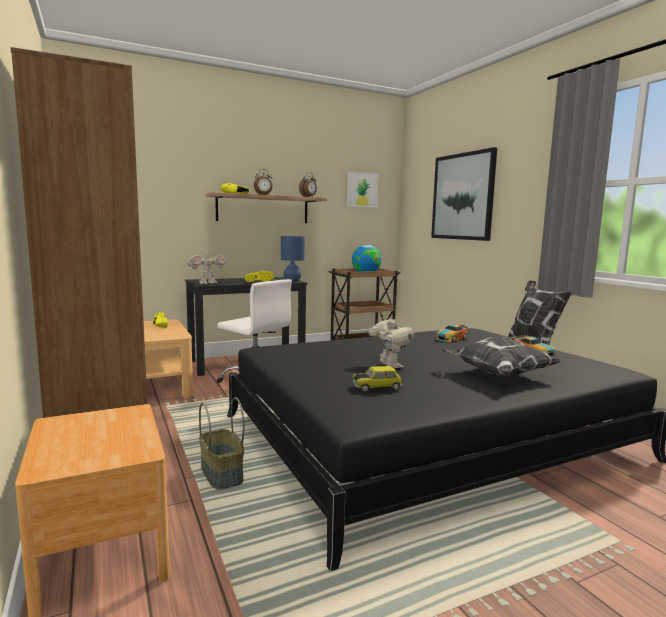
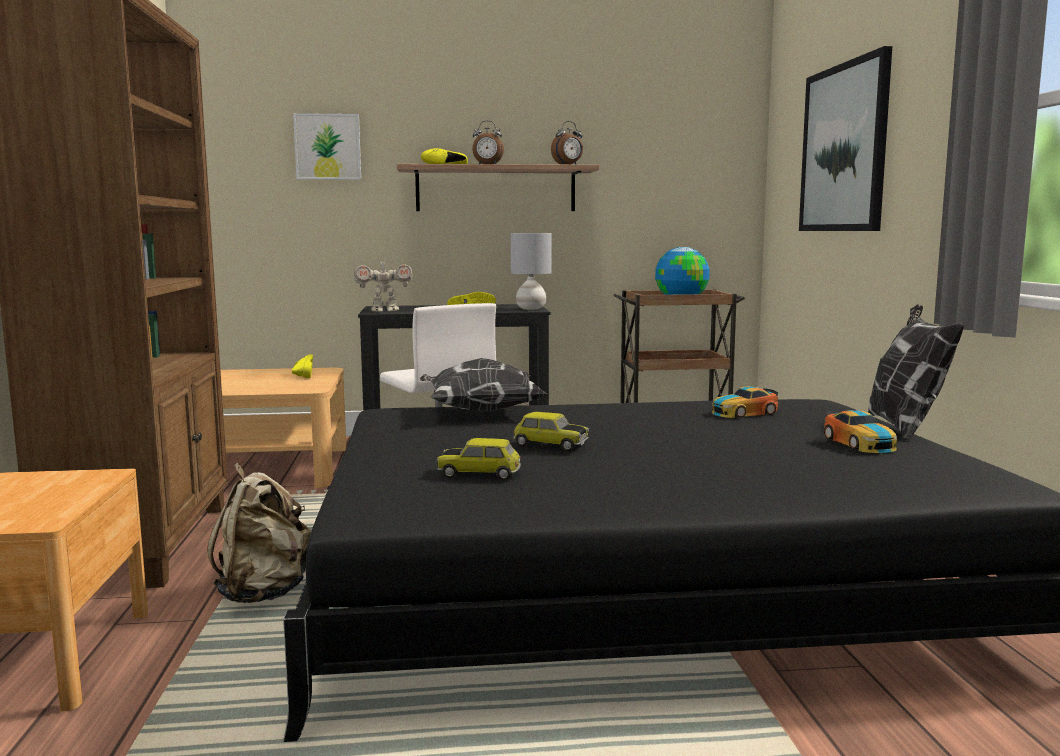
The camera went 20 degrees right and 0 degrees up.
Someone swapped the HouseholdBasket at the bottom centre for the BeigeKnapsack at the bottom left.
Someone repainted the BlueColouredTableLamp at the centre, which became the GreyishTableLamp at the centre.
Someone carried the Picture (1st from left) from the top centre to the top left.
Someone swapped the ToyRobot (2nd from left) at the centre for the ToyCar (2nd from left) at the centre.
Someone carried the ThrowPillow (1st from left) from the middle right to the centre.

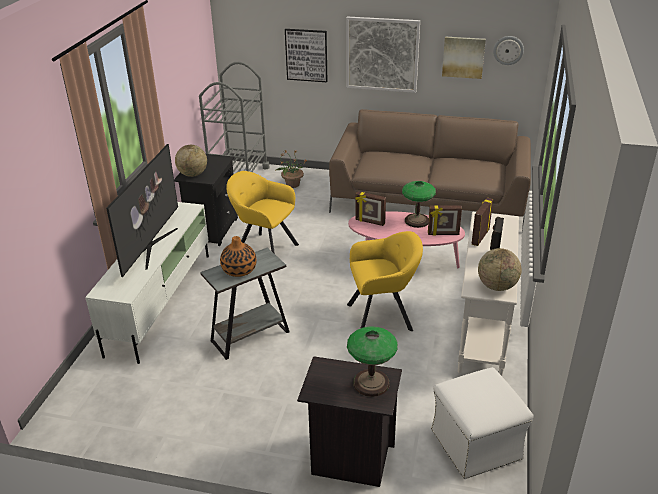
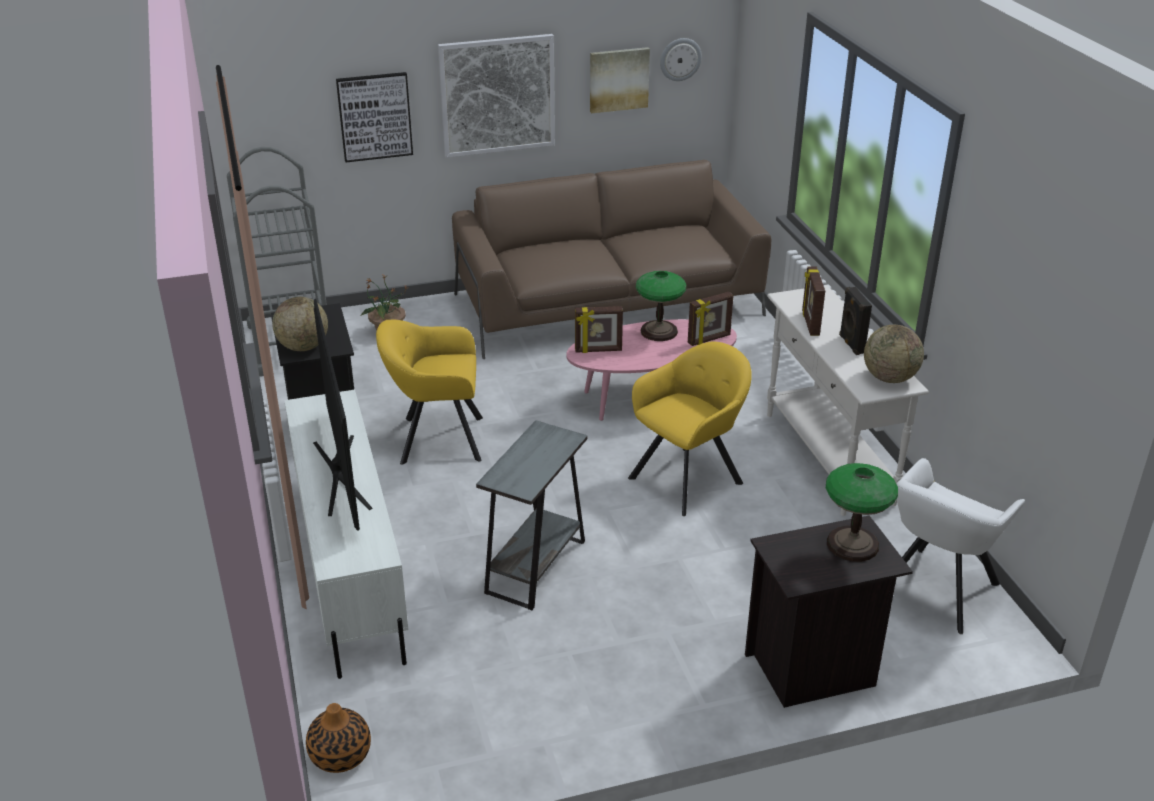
The camera went 30 degrees left and 0 degrees up.
Someone carried the DecorativeVase from the centre to the bottom left.
Someone swapped the WhiteFootrest at the bottom right for the WhiteArmchair at the bottom right.

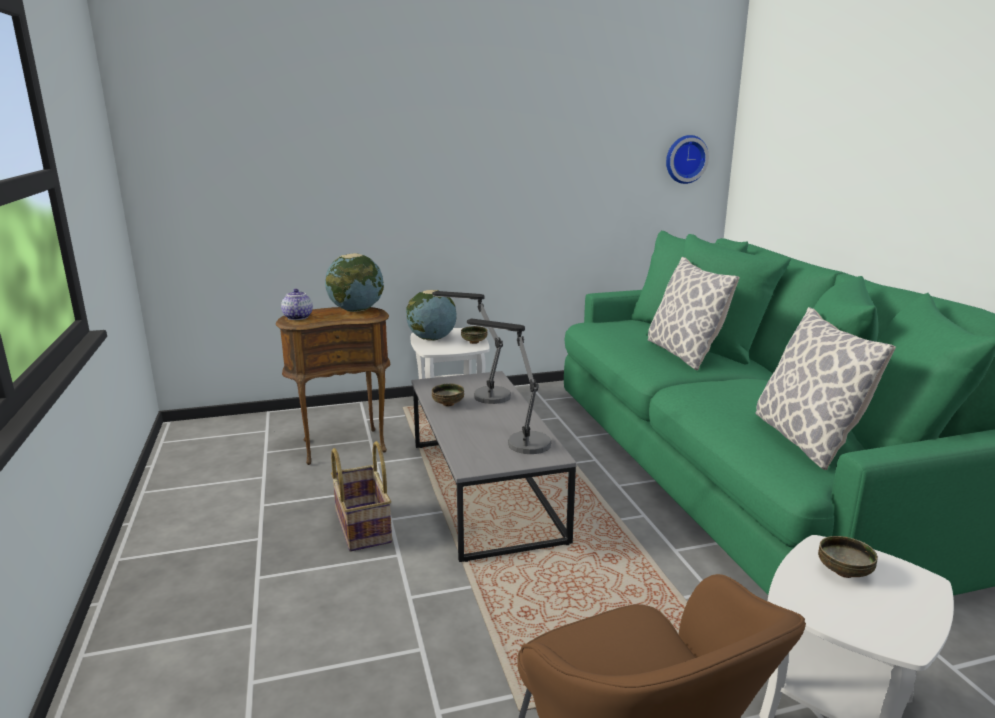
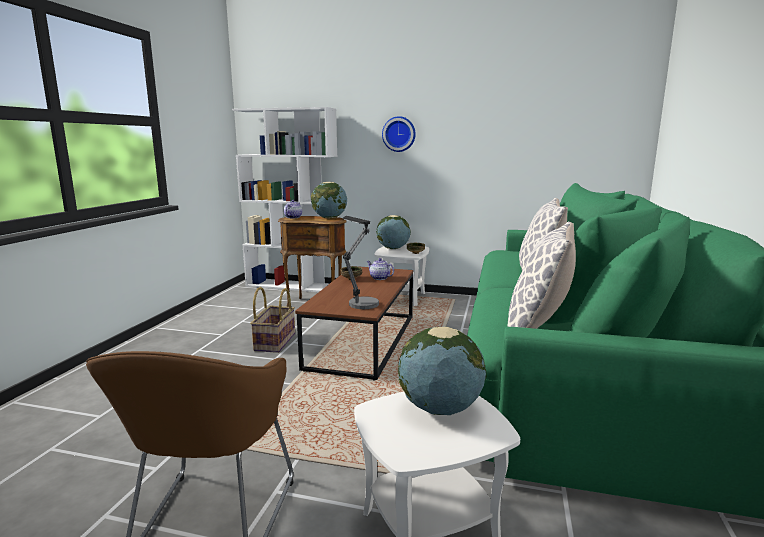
The camera went 30 degrees right and 5 degrees down.
Someone repainted the GreyishCoffeeTable at the centre, which became the BrownCoffeeTable at the centre.
Someone swapped the TableLamp (1st from left) at the centre for the TeaPot (2nd from left) at the centre.
Someone carried the HangingClock from the top right to the top centre.
Someone swapped the DeepDish (3rd from left) at the bottom right for the WorldGlobe (3rd from left) at the bottom centre.
Someone put down the WhiteShelvingUnit at the centre.

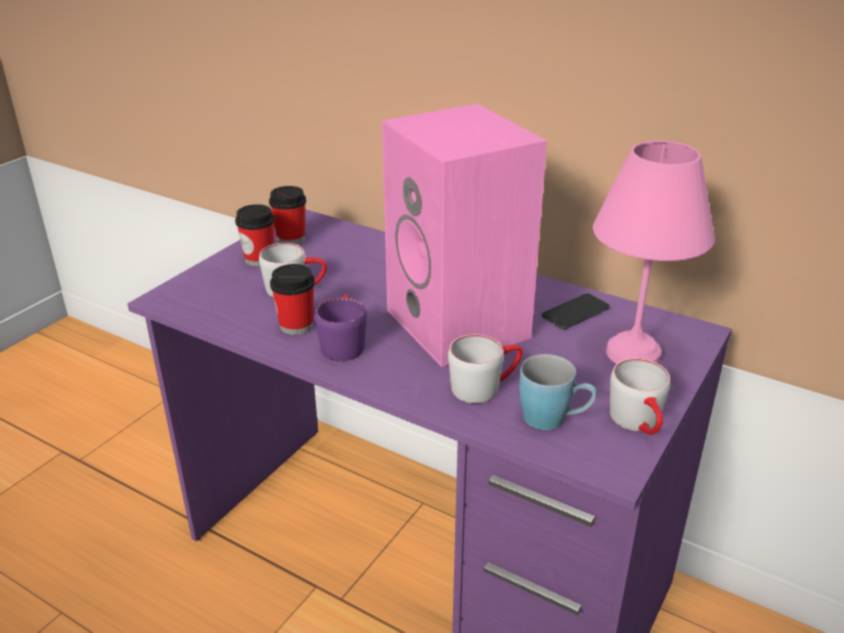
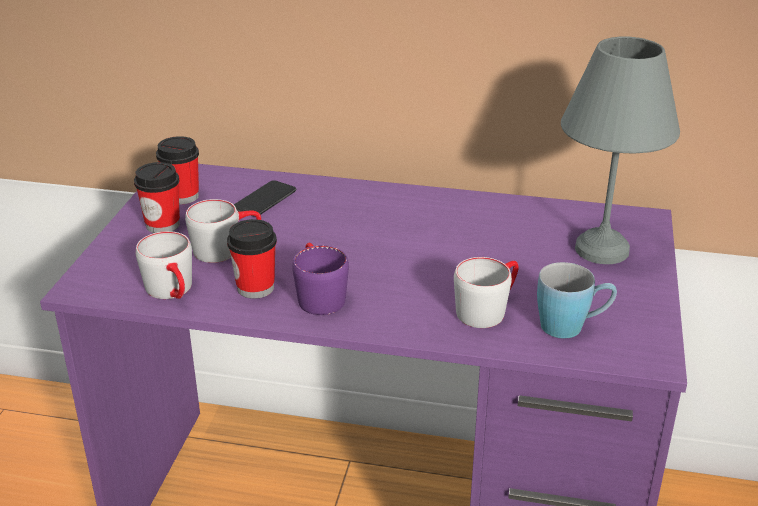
The camera went 20 degrees left and 0 degrees up.
Someone took away the PinkAudioSpeaker at the centre.
Someone carried the Phone from the middle right to the centre.
Someone repainted the PinkTableLamp at the middle right, which became the GreyishTableLamp at the top right.
Someone carried the GreyishTeaMug (3rd from left in the first image) from the middle right to the middle left.

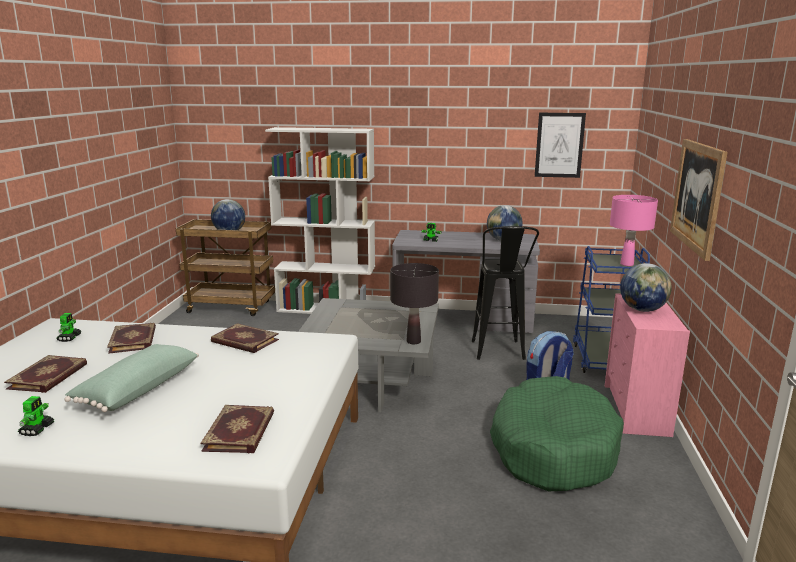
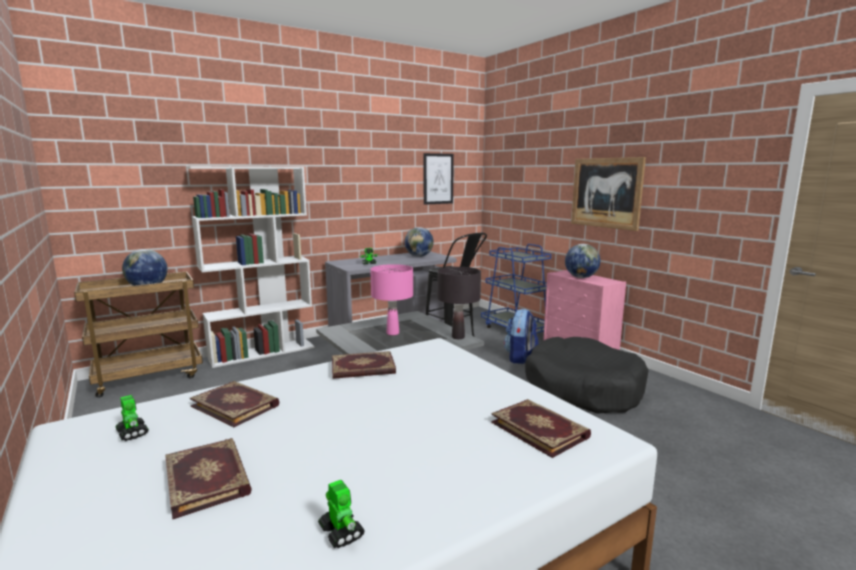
The camera went 40 degrees left and 5 degrees down.
Someone took away the GreenColouredThrowPillow at the bottom left.
Someone repainted the GreenColouredDogCushion at the bottom right, which became the BlackishDogCushion at the middle right.
Someone carried the PinkTableLamp from the middle right to the centre.

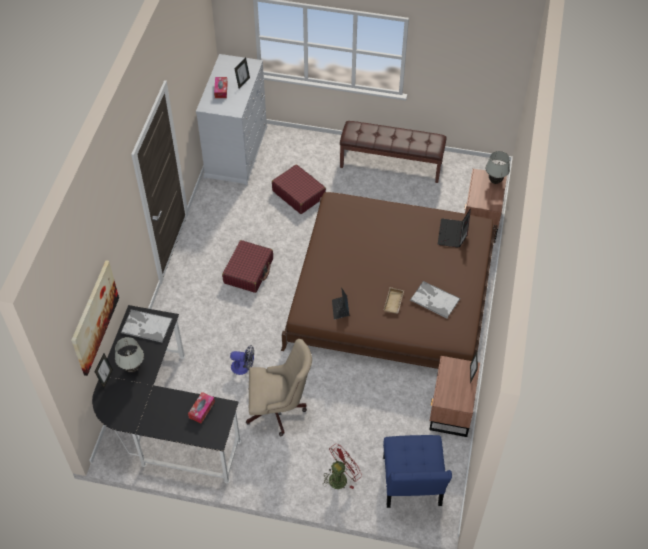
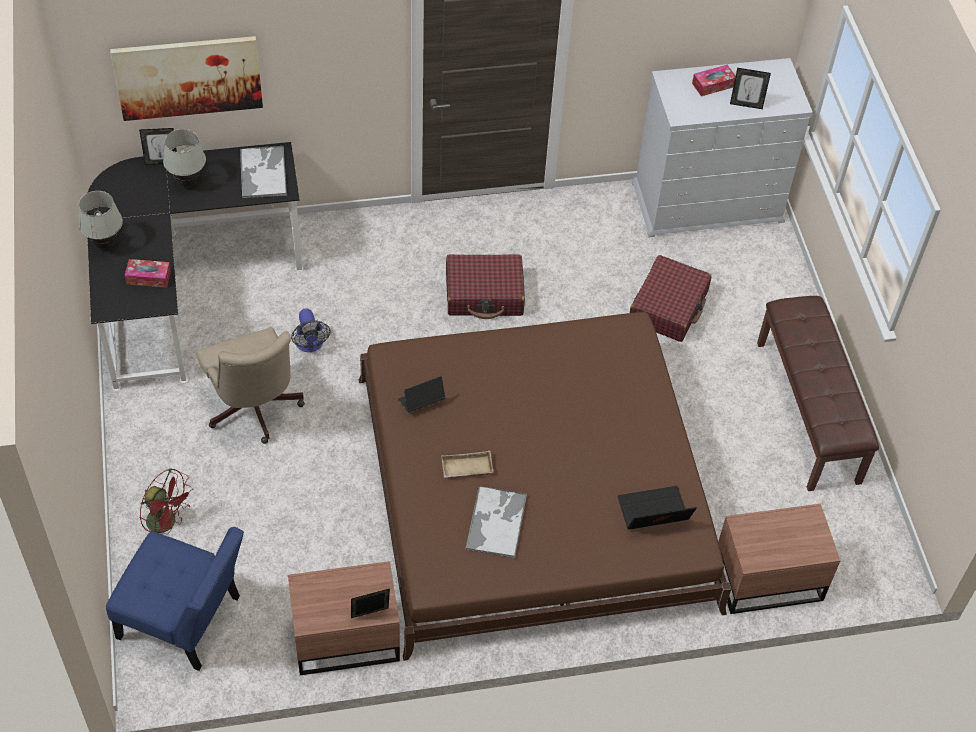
The camera went 65 degrees right and 0 degrees up.
Someone rotated the BlueColouredChair at the bottom centre by 135 degrees counterclockwise.
Someone carried the WhiteTableLamp (2nd from left in the first image) from the top right to the top left.

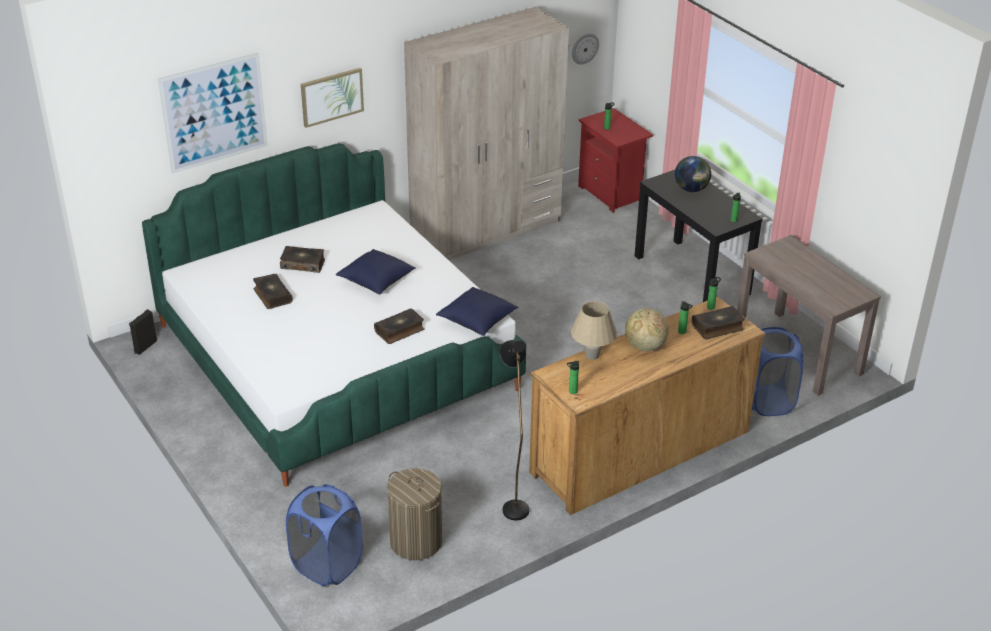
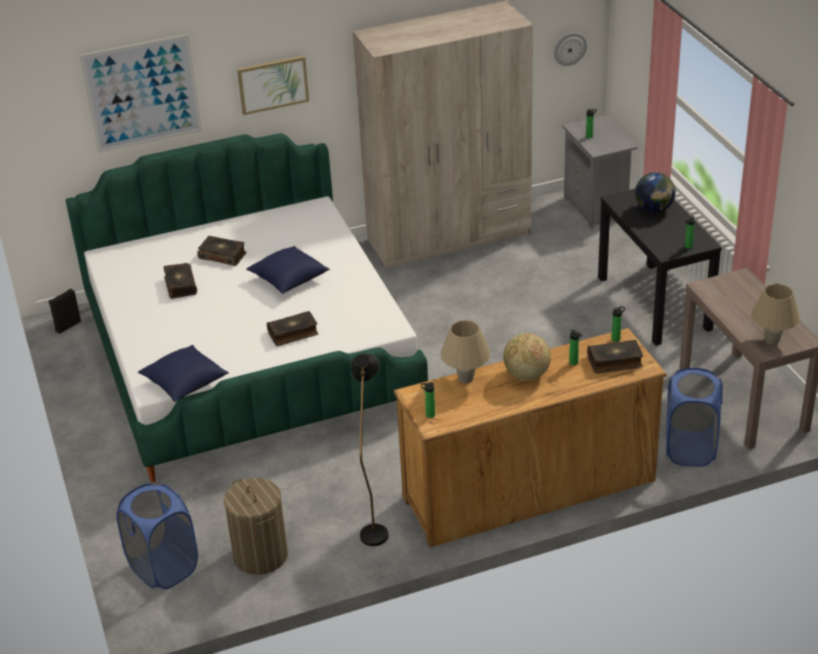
The camera went 15 degrees right and 0 degrees up.
Someone carried the BlueColouredThrowPillow (2nd from left in the first image) from the centre to the middle left.
Someone repainted the RedColouredNightstand at the top centre, which became the GreyishNightstand at the top right.
Someone put down the BeigeTableLamp (2nd from left) at the middle right.

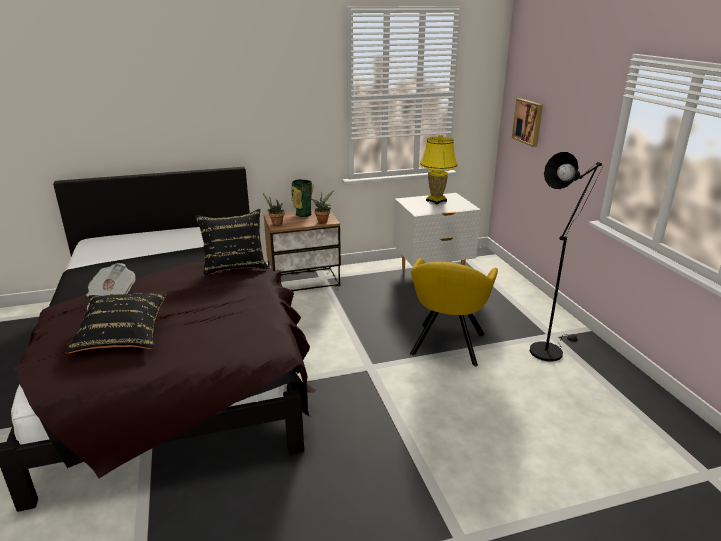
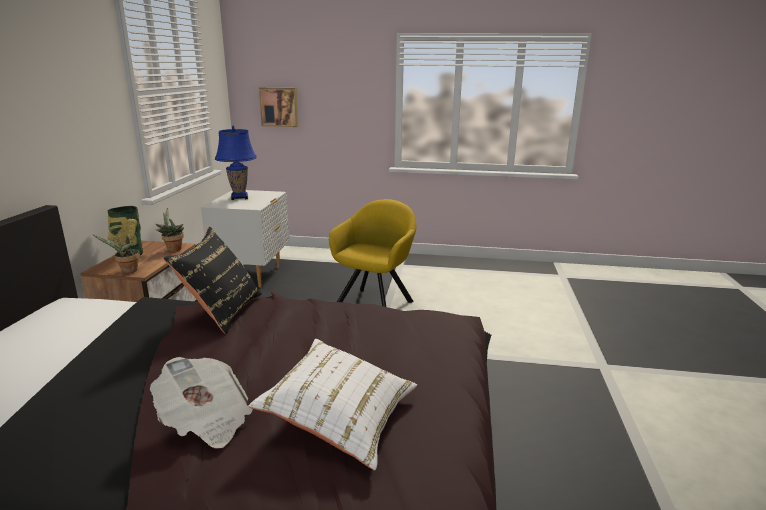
The camera went 65 degrees left and 5 degrees down.
Someone repainted the BlackishThrowPillow (1st from left) at the middle left, which became the WhiteThrowPillow at the bottom centre.
Someone rotated the YellowArmchair at the centre by 105 degrees counterclockwise.
Someone repainted the YellowTableLamp at the top centre, which became the BlueColouredTableLamp at the top left.
Someone took away the BlackishFloorLamp at the middle right.

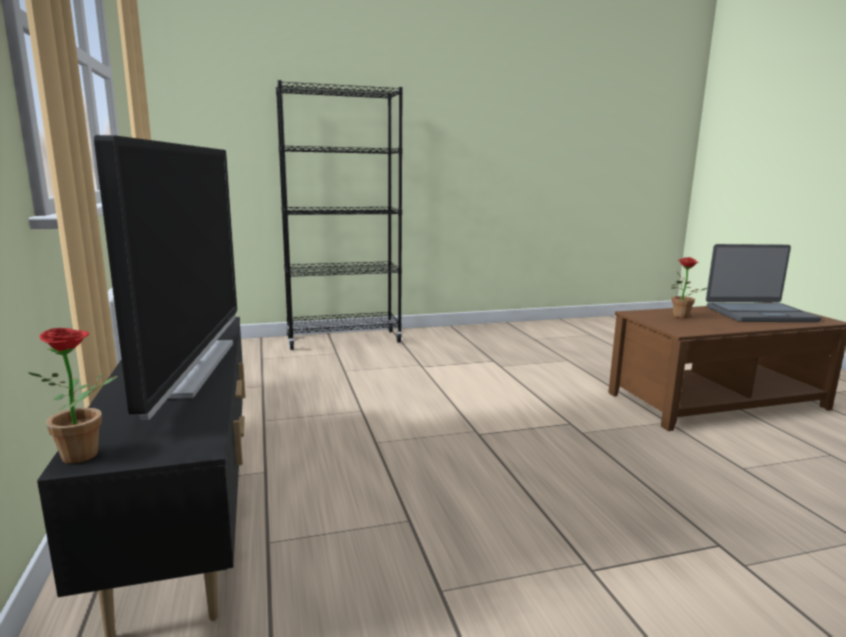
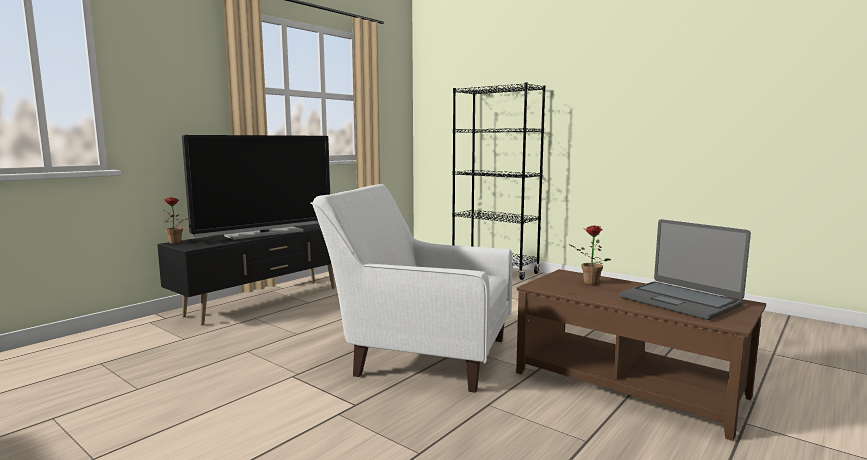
The camera went 55 degrees right and 5 degrees down.
Someone put down the WhiteArmchair at the centre.

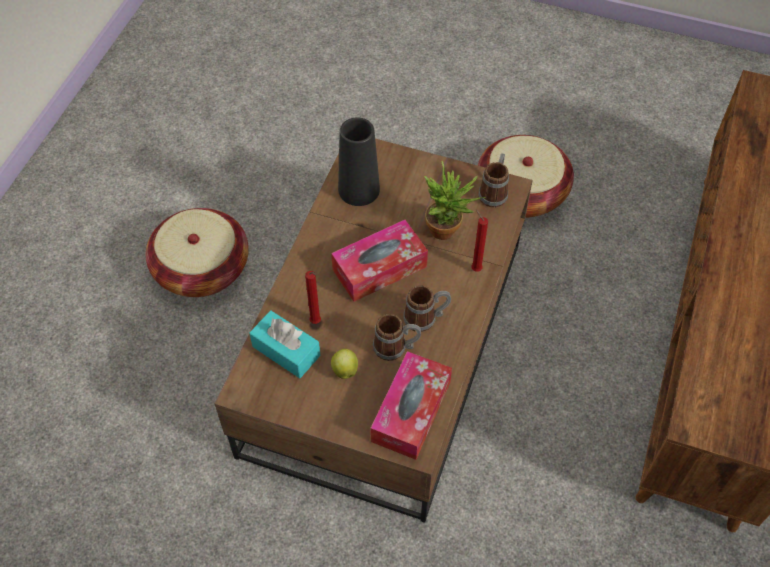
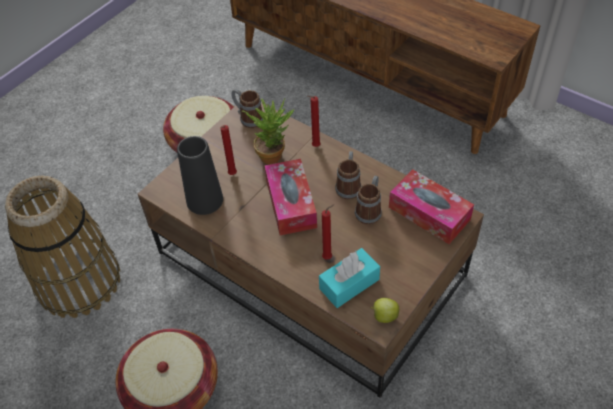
The camera went 70 degrees left and 5 degrees down.
Someone carried the WholeApple from the centre to the bottom centre.
Someone put down the HouseholdBasket (1st from left) at the middle left.
Someone put down the RedColouredWaxCandle (1st from left) at the centre.

